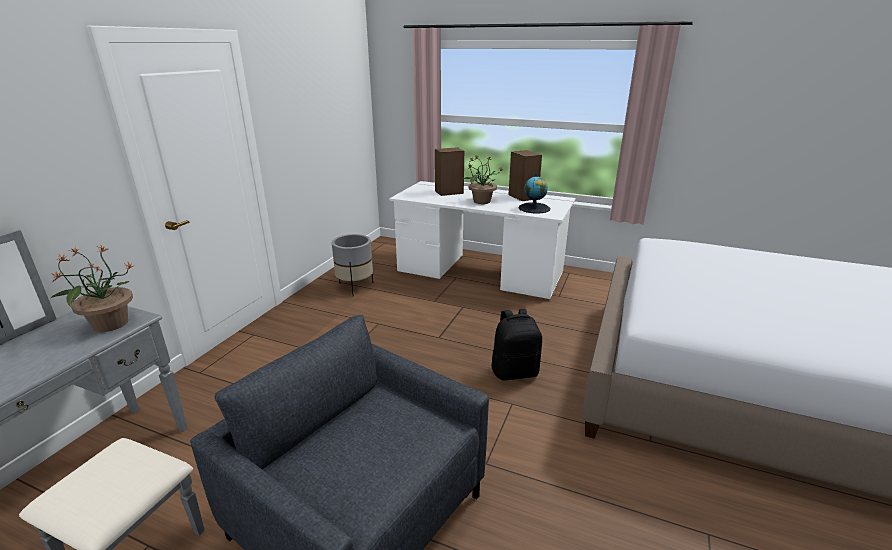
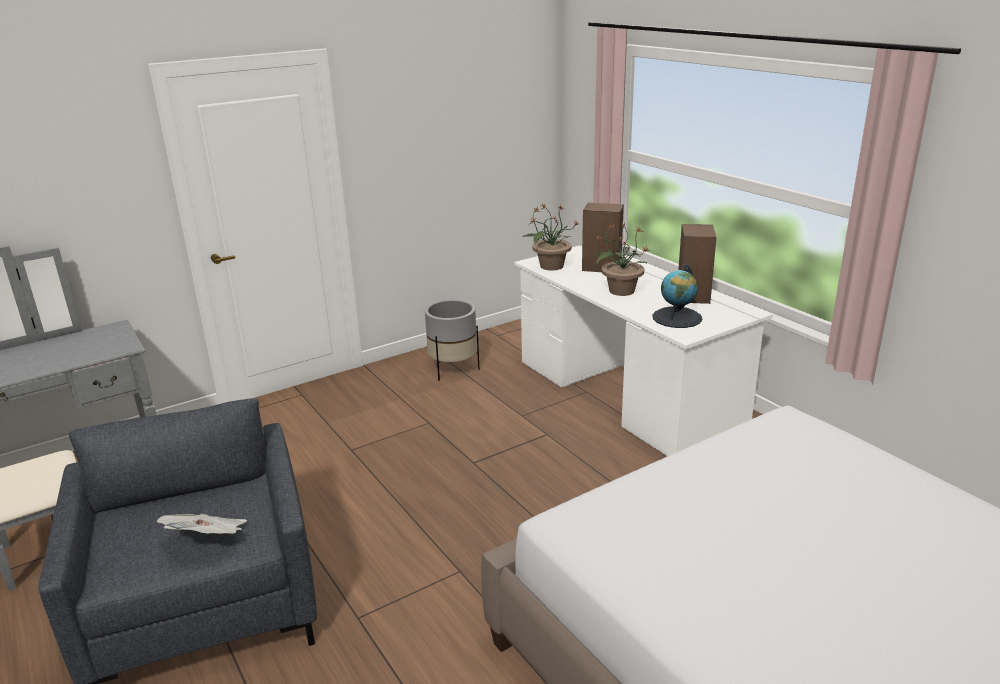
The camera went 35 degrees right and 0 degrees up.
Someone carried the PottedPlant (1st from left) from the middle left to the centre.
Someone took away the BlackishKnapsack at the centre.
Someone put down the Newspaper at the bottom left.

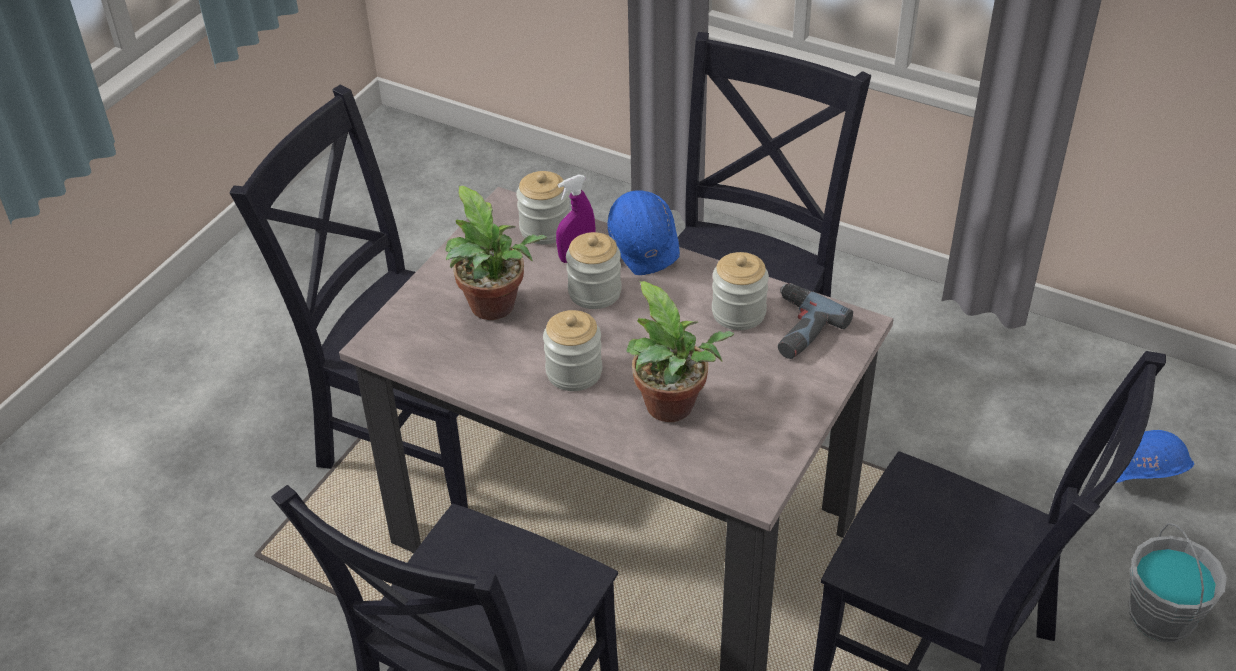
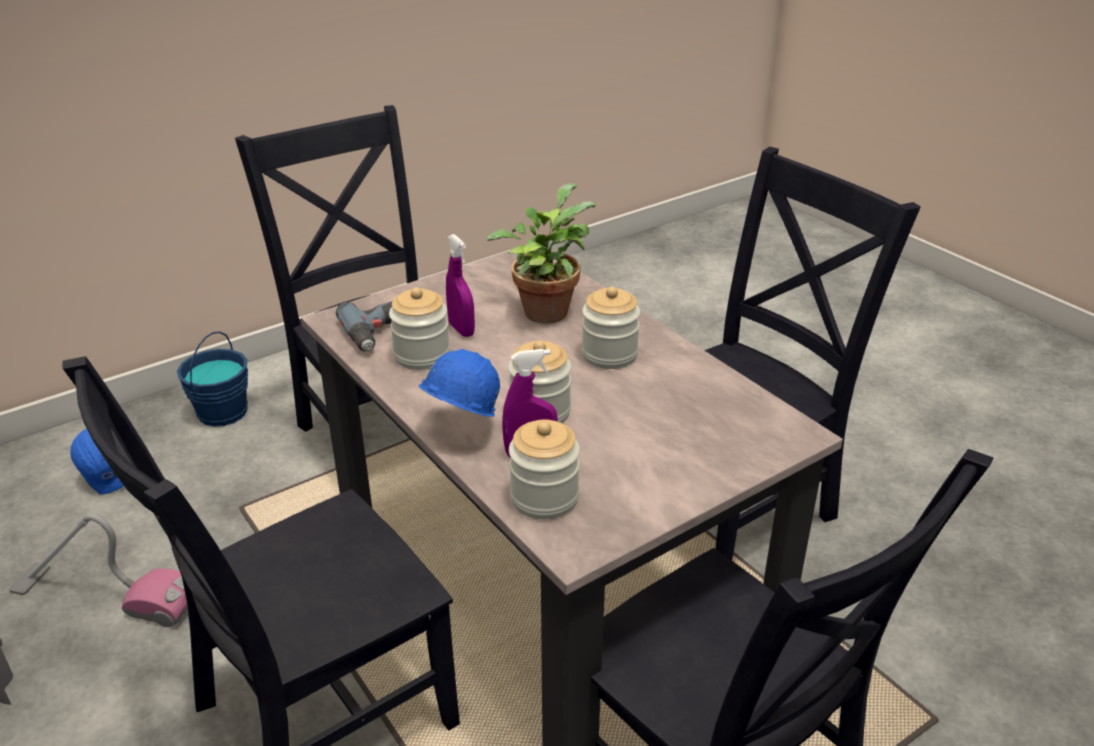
The camera went 155 degrees left and 10 degrees down.
Someone took away the PottedPlant (1st from left) at the centre.
Someone repainted the GreyishBucket at the bottom right, which became the BlueColouredBucket at the middle left.
Someone put down the VacuumCleaner at the bottom left.
Someone put down the PurpleColouredSprayer (1st from left) at the centre.

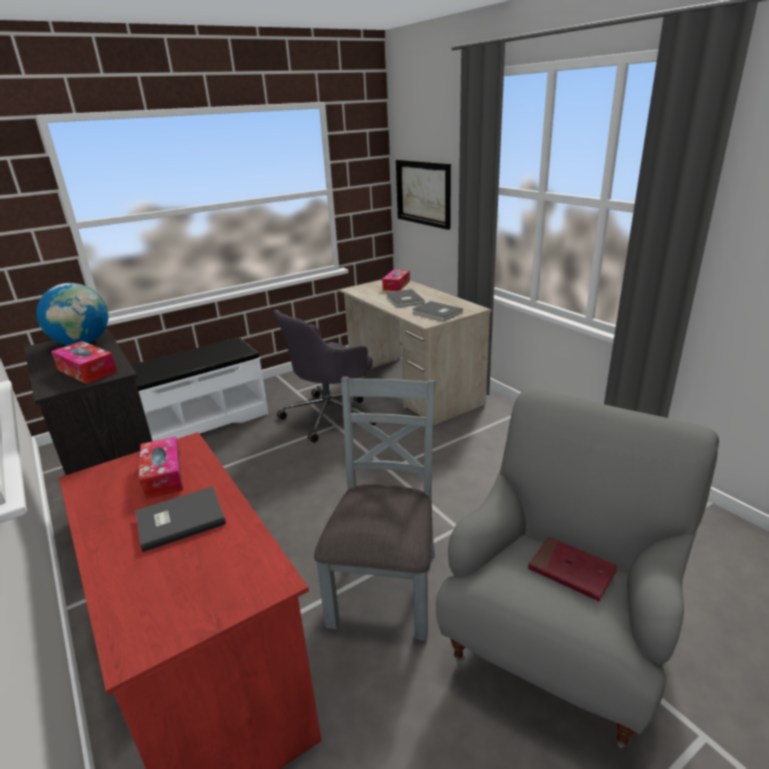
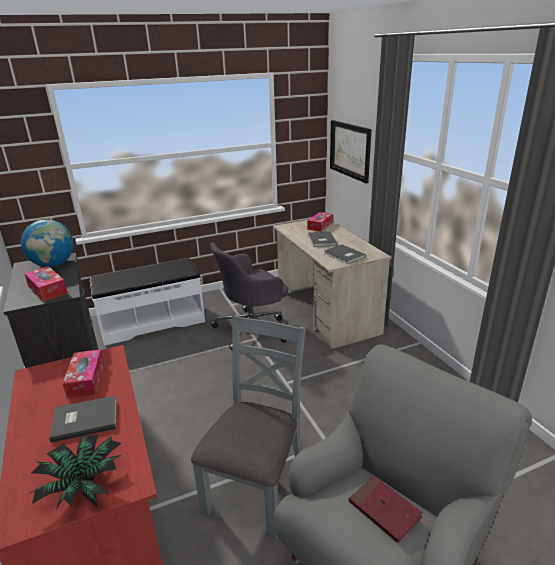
The camera went 10 degrees right and 0 degrees up.
Someone put down the PottedPlant at the bottom left.

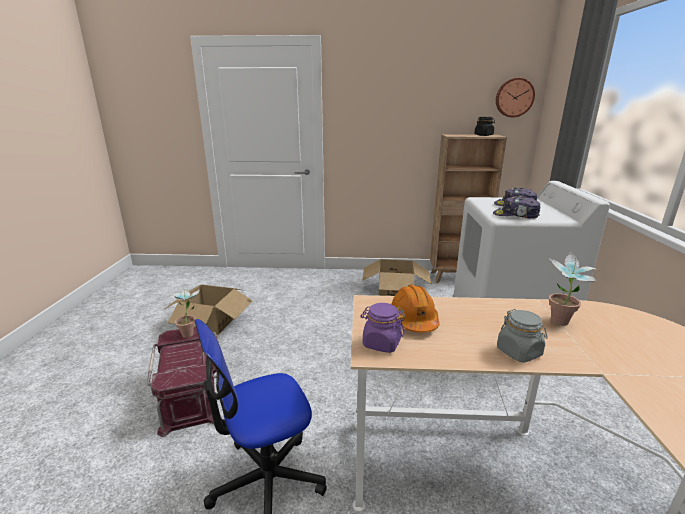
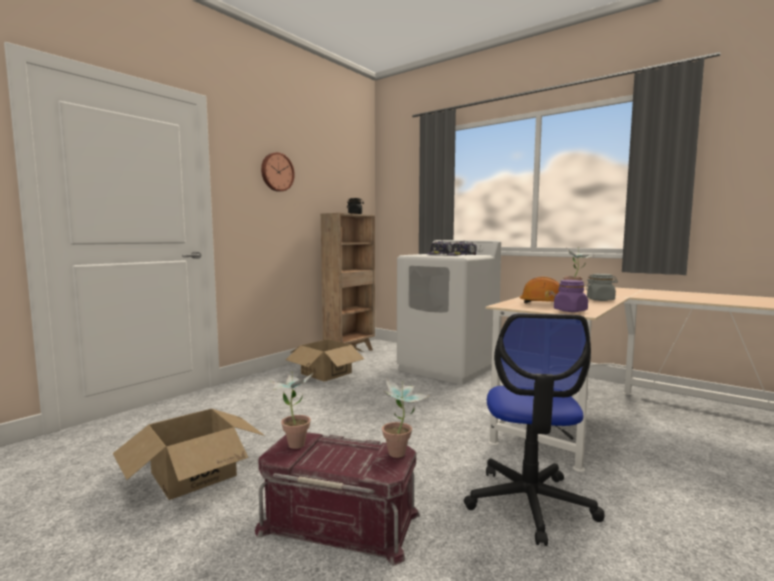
The camera went 55 degrees left and 15 degrees down.
Someone carried the HangingClock from the top right to the top centre.
Someone put down the PottedPlant (2nd from left) at the bottom centre.

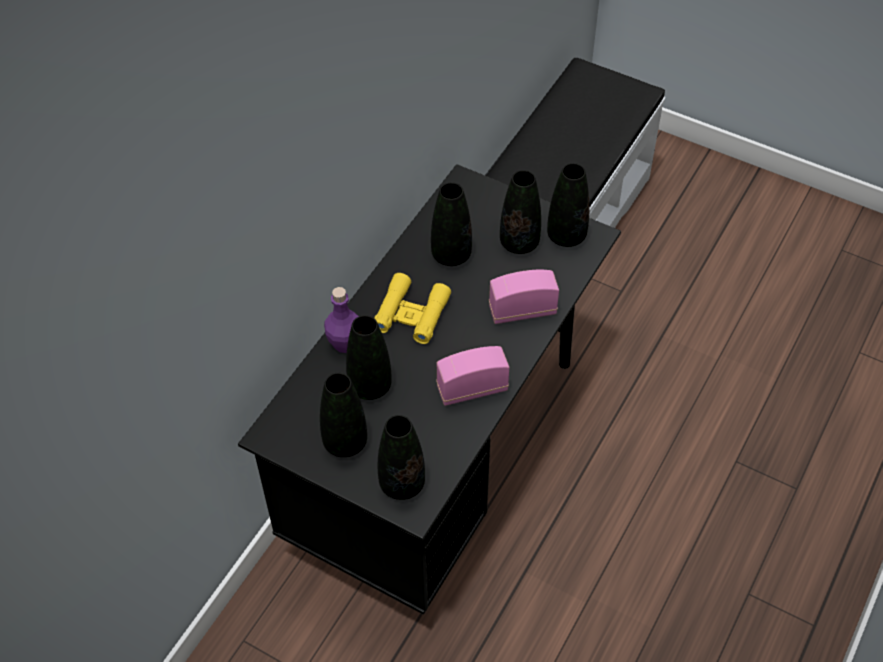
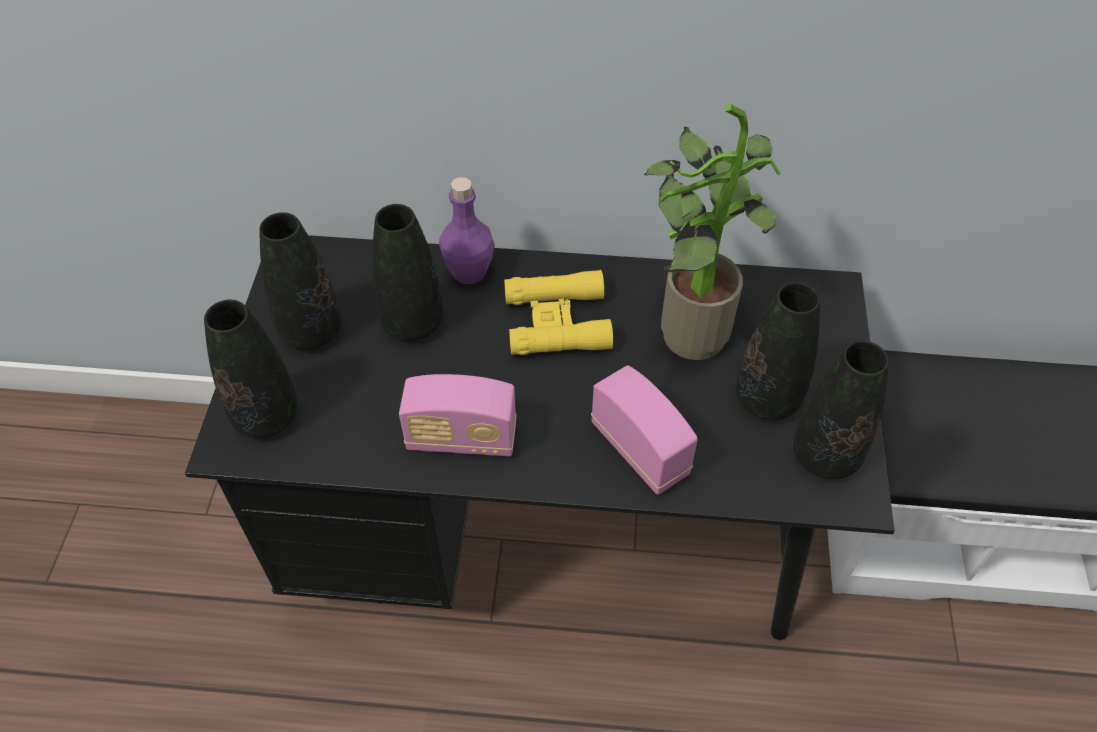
The camera went 65 degrees right and 0 degrees up.
Someone swapped the BlackishDecorativeVase (4th from left) at the centre for the PottedPlant at the top centre.
Someone rotated the RadioSet (1st from left) at the centre by 135 degrees clockwise.

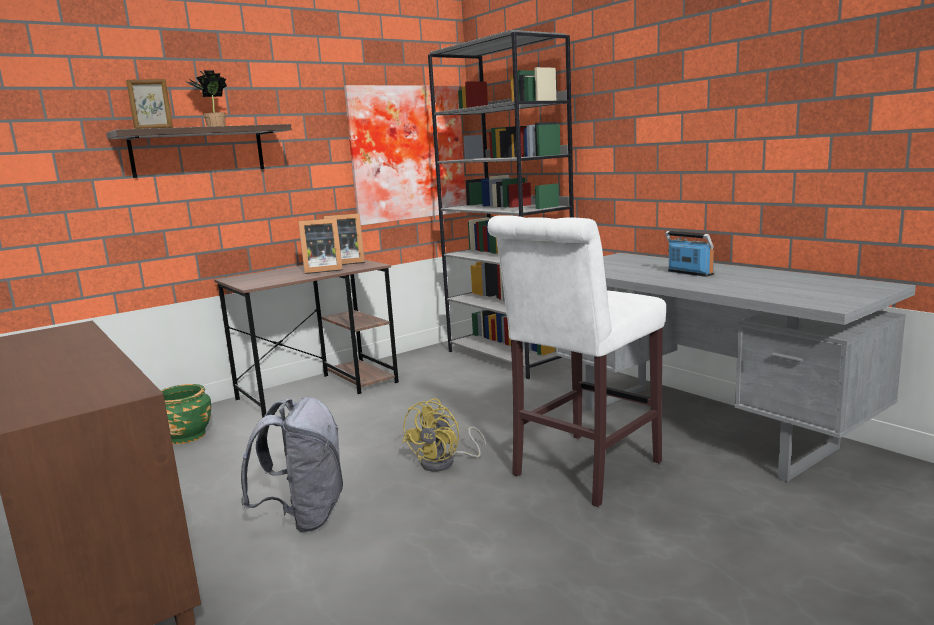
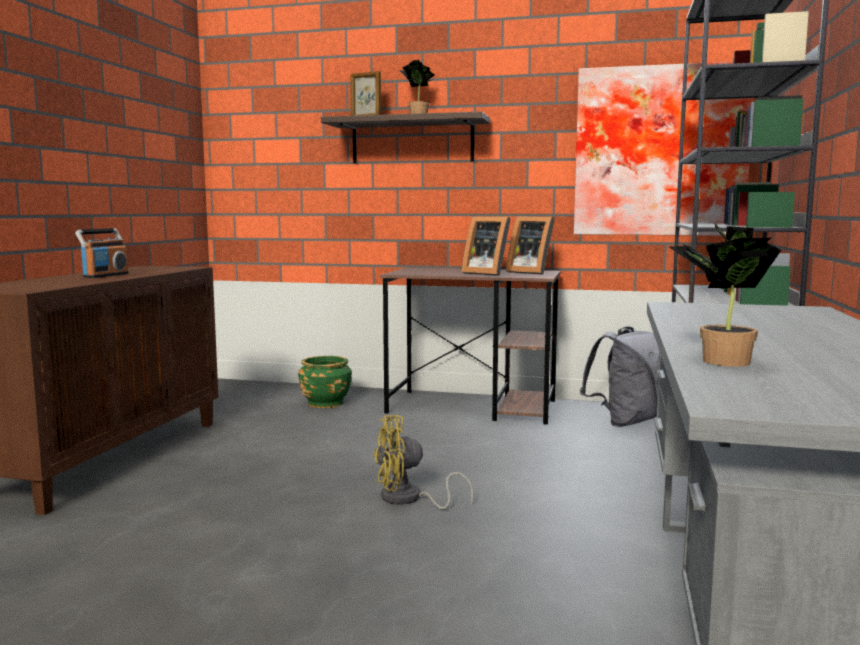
The camera went 50 degrees right and 5 degrees down.
Someone carried the GreyishKnapsack from the bottom left to the middle right.
Someone took away the WhiteStoolSeat at the centre.
Someone carried the RadioSet from the middle right to the middle left.
Someone put down the PottedPlant (2nd from left) at the middle right.

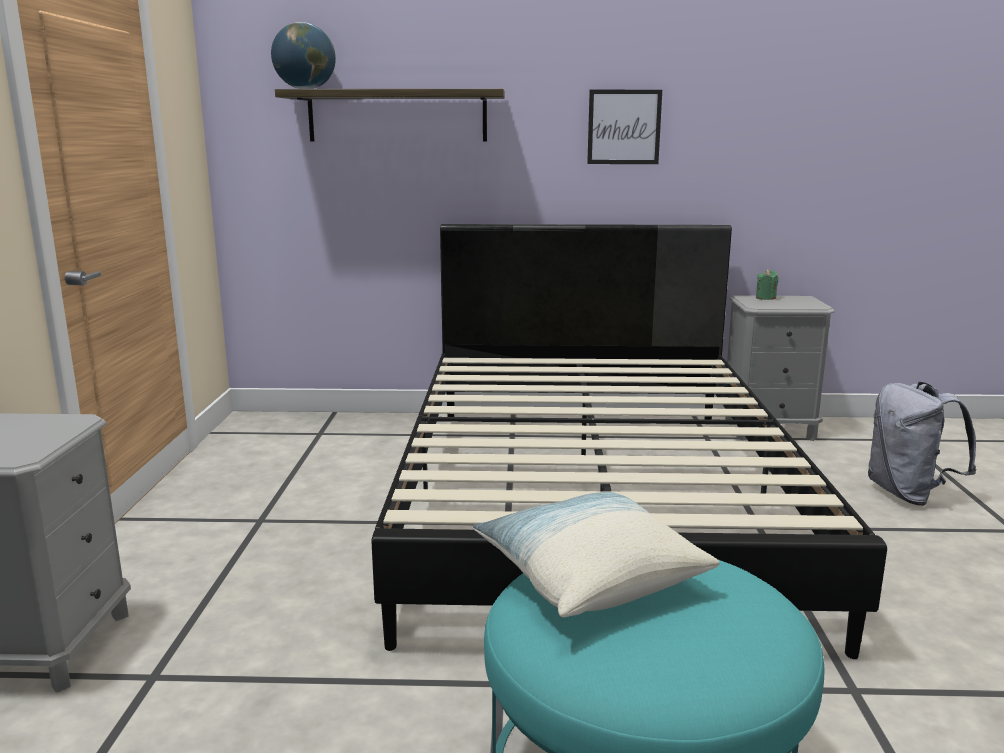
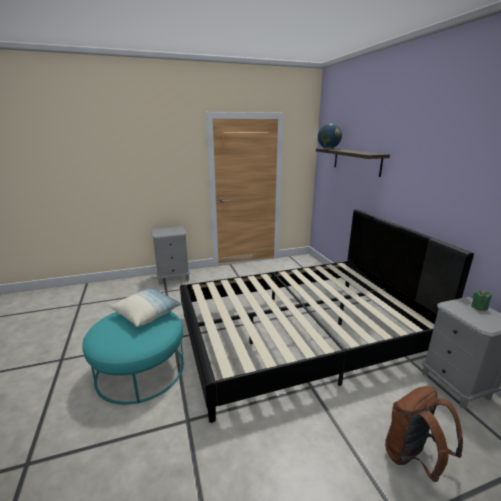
The camera went 70 degrees right and 5 degrees up.
Someone took away the Picture at the top centre.
Someone repainted the GreyishKnapsack at the middle right, which became the BrownKnapsack at the bottom right.

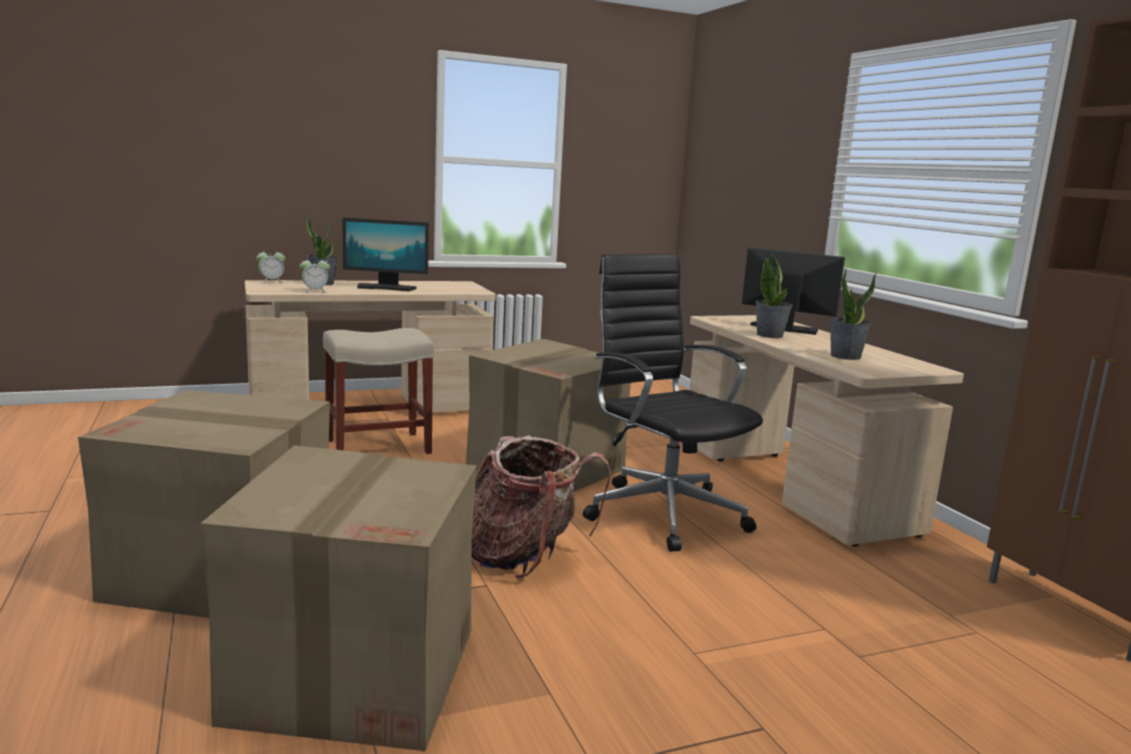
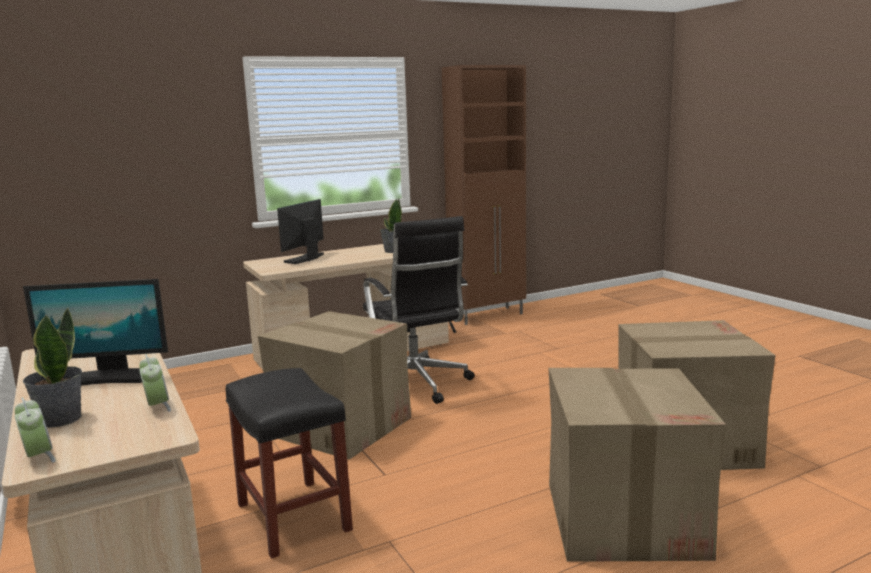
The camera went 95 degrees left and 0 degrees up.
Someone repainted the BeigeStoolSeat at the centre, which became the BlackishStoolSeat at the bottom left.
Someone rotated the ComputerScreen (1st from left) at the centre by 90 degrees clockwise.
Someone took away the Knapsack at the bottom centre.
Someone rotated the BlackishComputerChair at the centre by 75 degrees counterclockwise.
Someone took away the PottedPlant (2nd from left) at the middle right.

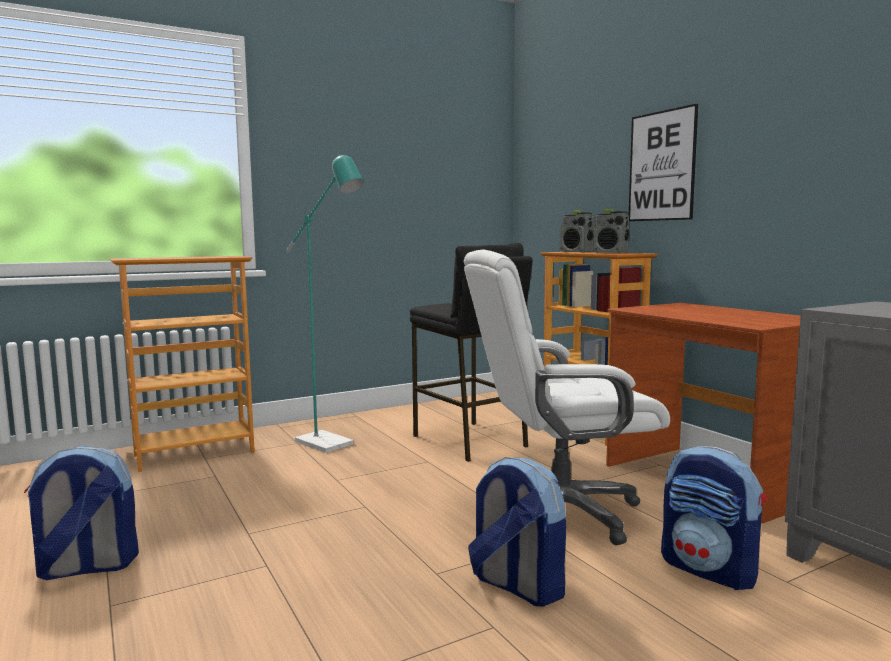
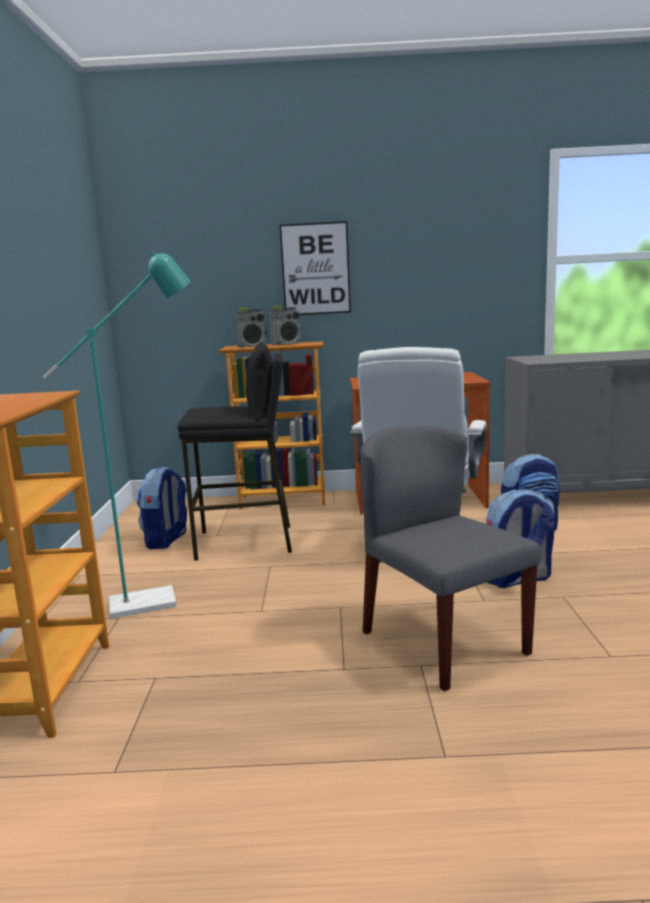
The camera went 60 degrees left and 5 degrees up.
Someone carried the Knapsack (1st from left) from the bottom left to the middle left.
Someone put down the GreyishChair at the middle right.

